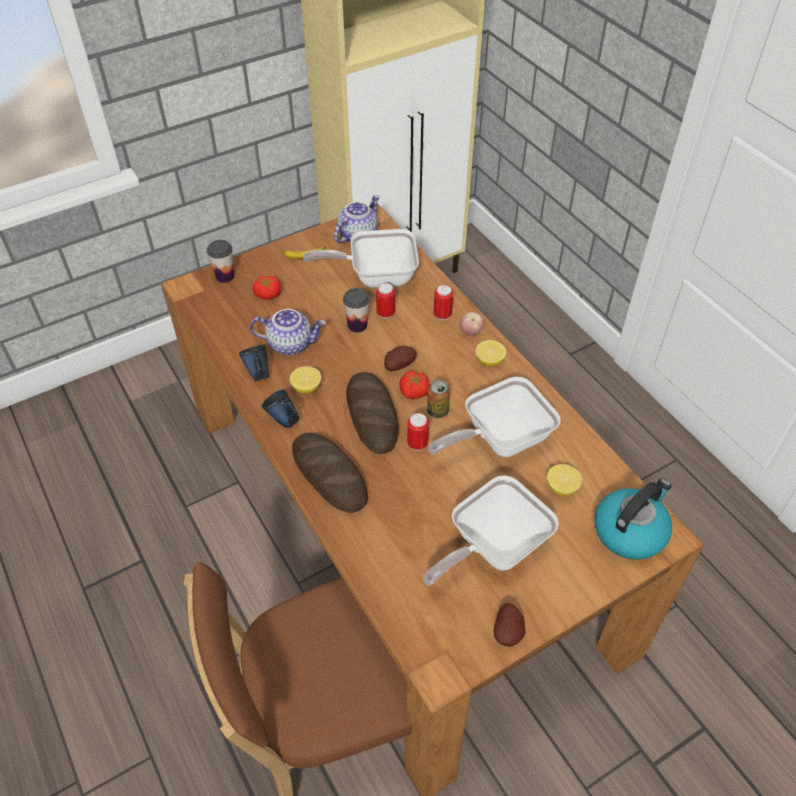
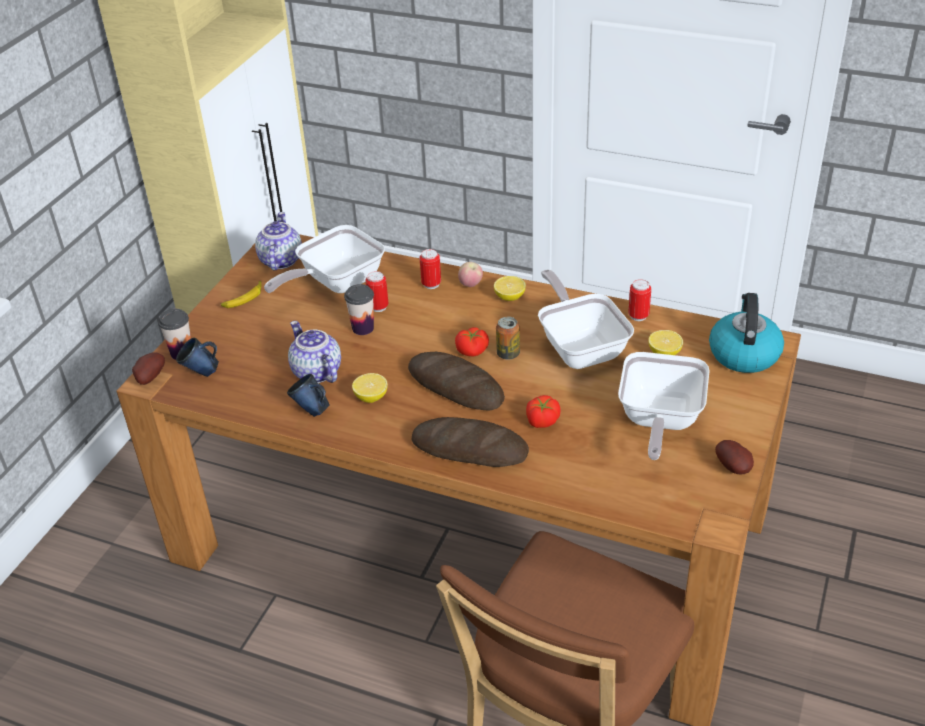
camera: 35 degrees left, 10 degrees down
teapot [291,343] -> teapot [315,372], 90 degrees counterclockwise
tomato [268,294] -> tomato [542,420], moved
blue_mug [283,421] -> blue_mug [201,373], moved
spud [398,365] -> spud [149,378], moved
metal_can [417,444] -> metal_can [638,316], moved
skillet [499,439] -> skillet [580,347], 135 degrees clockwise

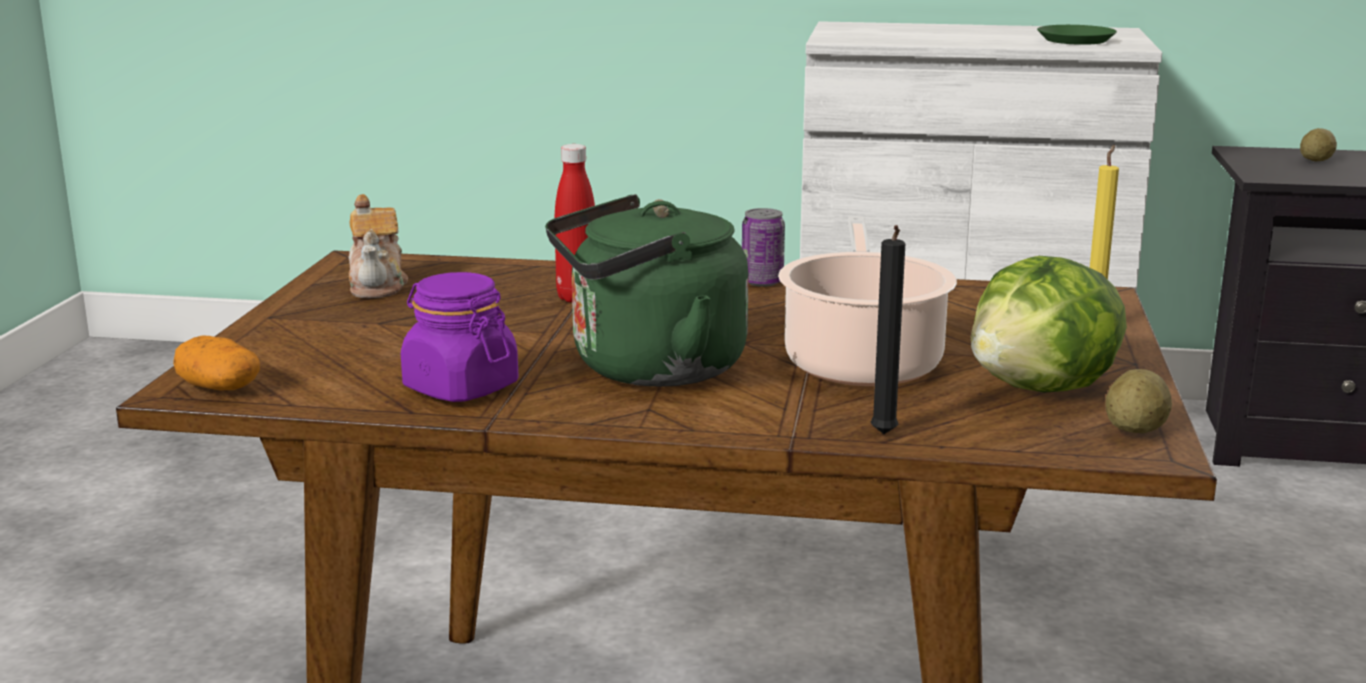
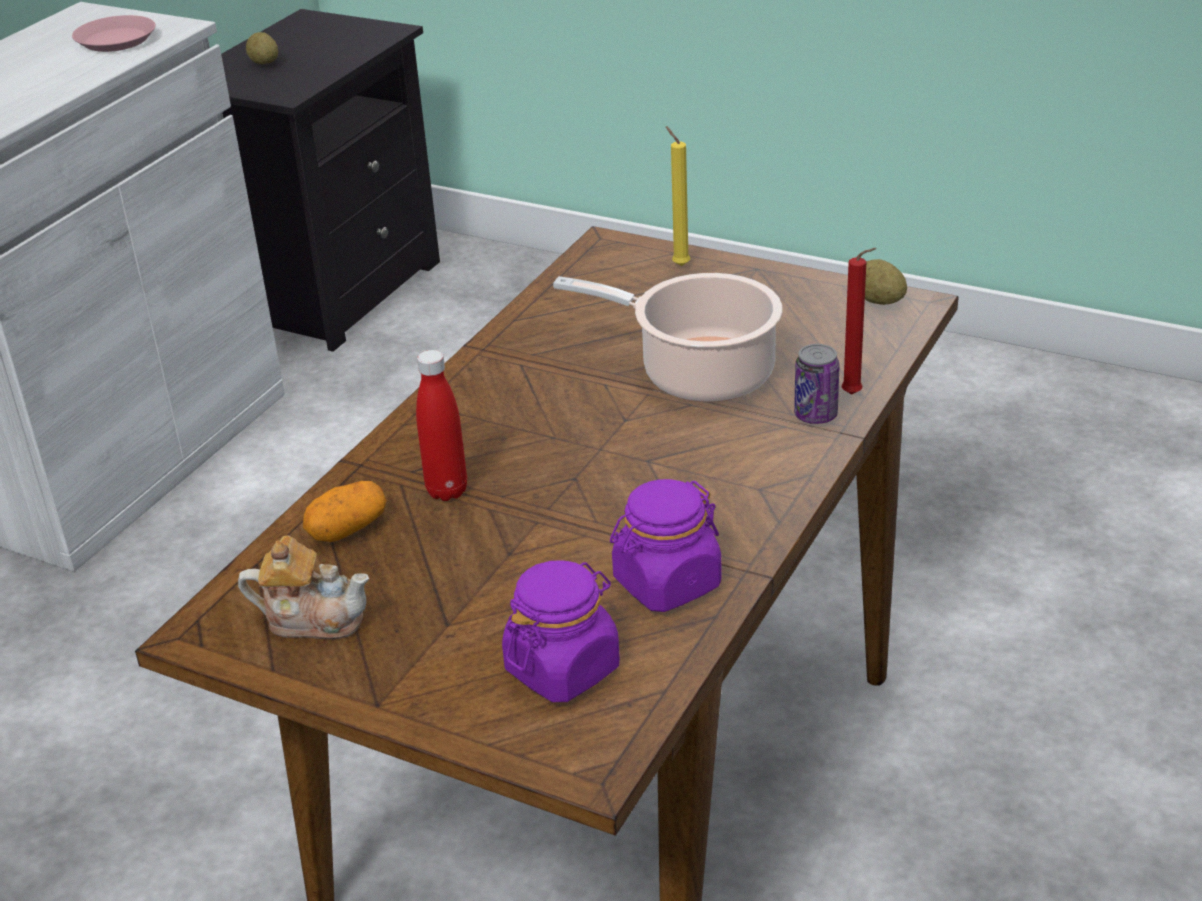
camera: 70 degrees left, 15 degrees up
spud [218,388] -> spud [347,529], moved
green_kettle [648,369] -> none
metal_can [762,282] -> metal_can [815,415], moved
blackish_candle [883,436] -> red-coloured_candle [855,395]
head_of_lettuce [1042,389] -> none
green_flat_dish [1075,40] -> pink-coloured_flat_dish [116,40]
none -> purple_storage_jar [563,668]

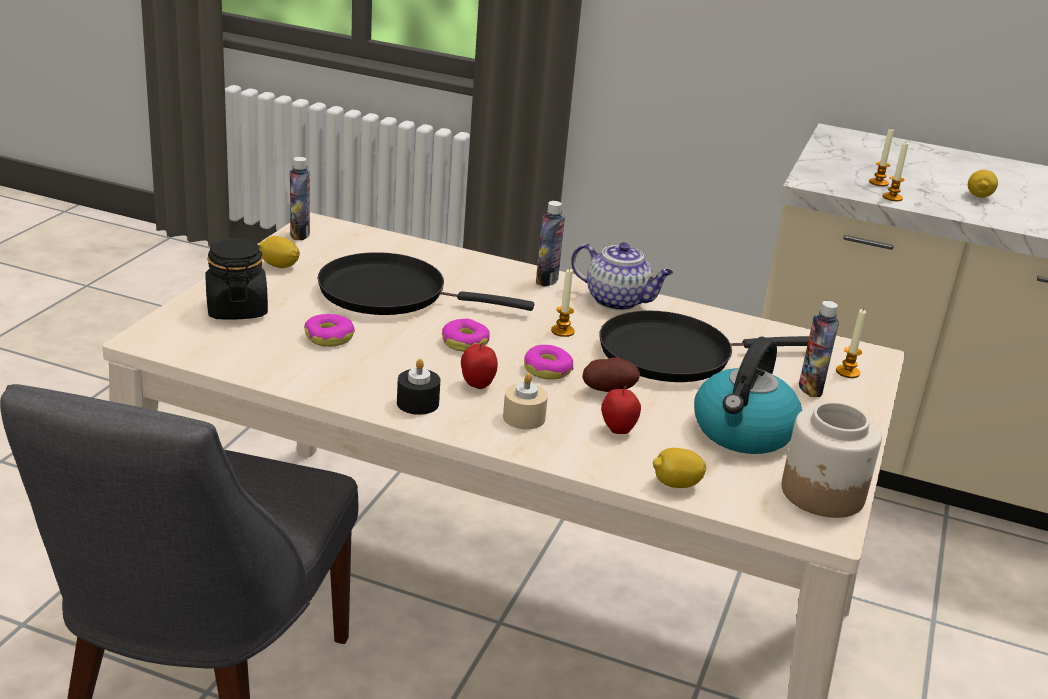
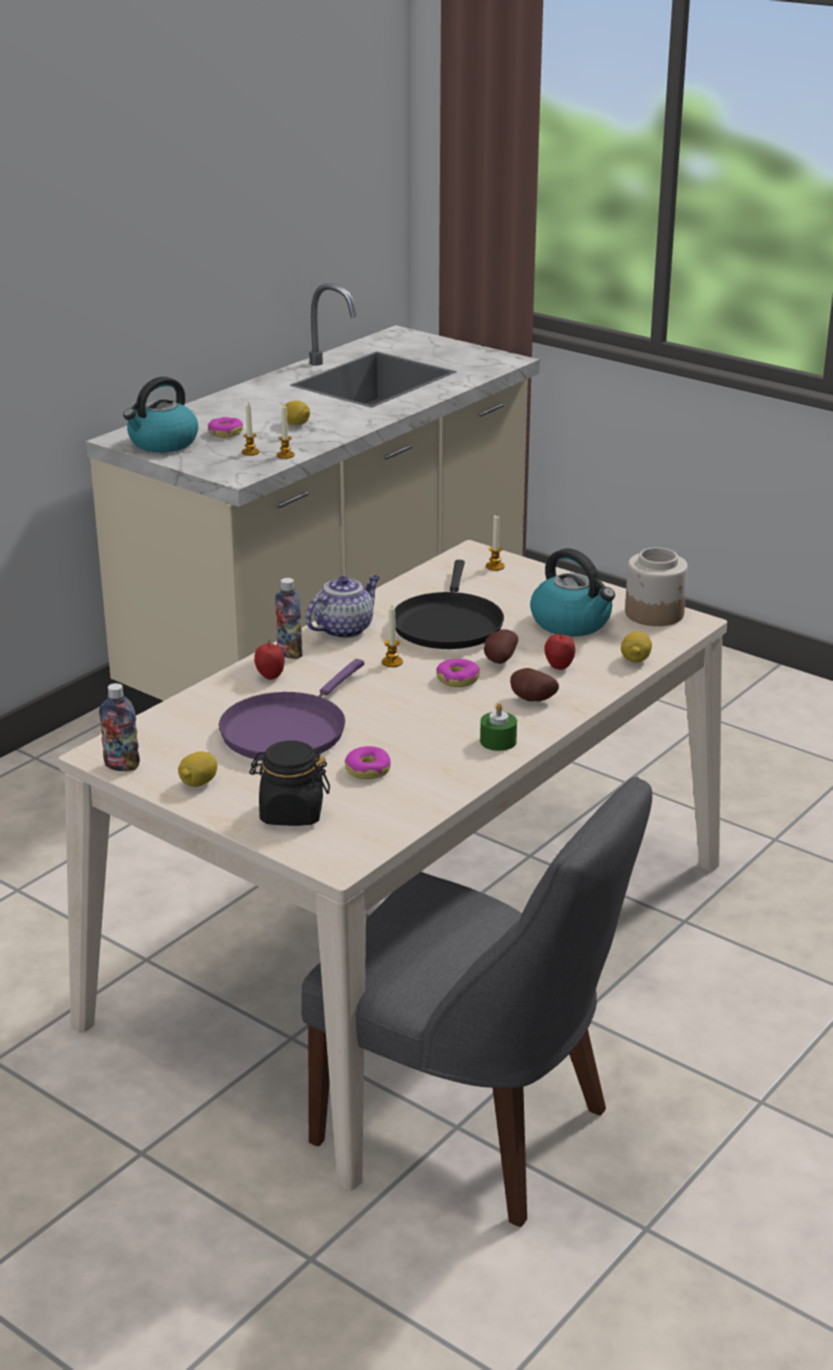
camera: 70 degrees left, 0 degrees up
blackish_skillet [391,293] -> purple_skillet [287,730]
blackish_candle [418,403] -> green_candle [498,741]
donut [465,342] -> donut [225,433], moved
apple [477,385] -> apple [270,677], moved
sand-coloured_candle [524,418] -> spud [532,700]
beverage_bottle [810,388] -> none
none -> kettle [162,443]

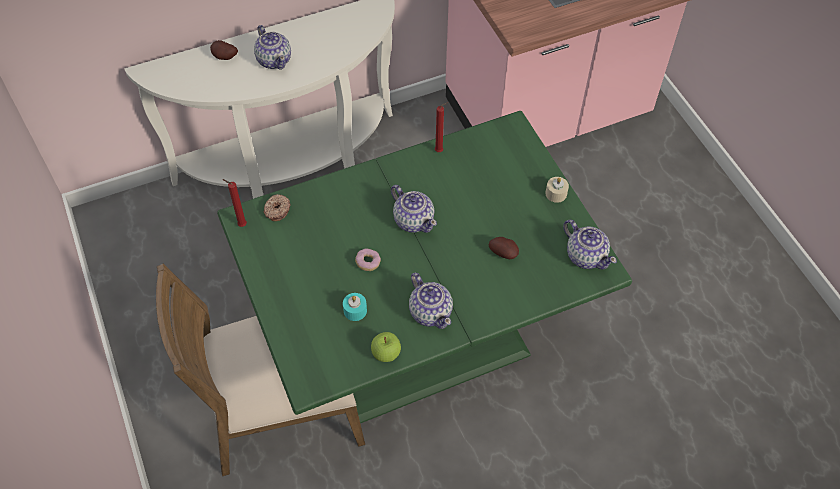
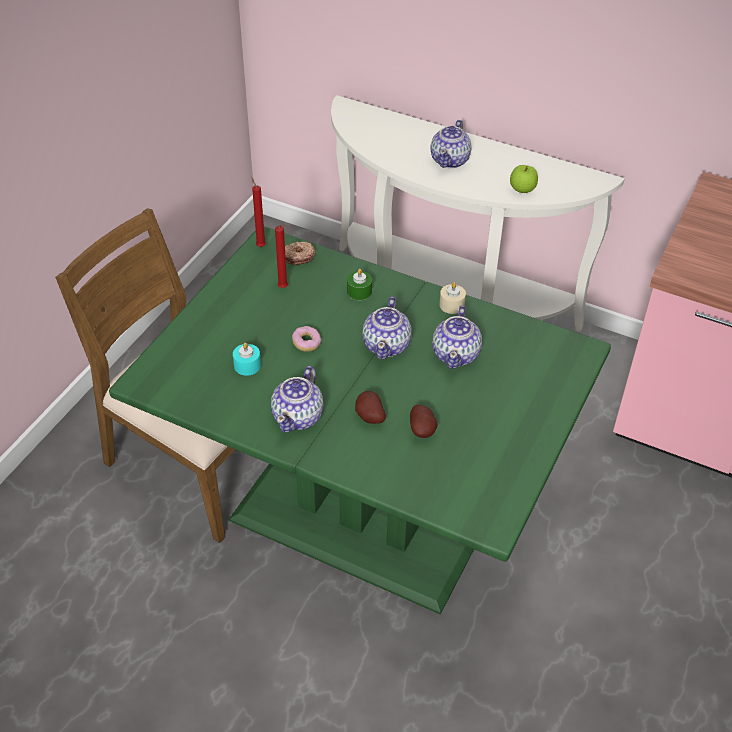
camera: 50 degrees right, 10 degrees down
spud [224,58] -> spud [368,417], moved
apple [386,354] -> apple [522,190], moved
red-coloured_candle [440,151] -> red-coloured_candle [284,288], moved
sand-coloured_candle [556,193] -> sand-coloured_candle [452,305], moved
teapot [586,255] -> teapot [456,354], moved
none -> green_candle [359,291]

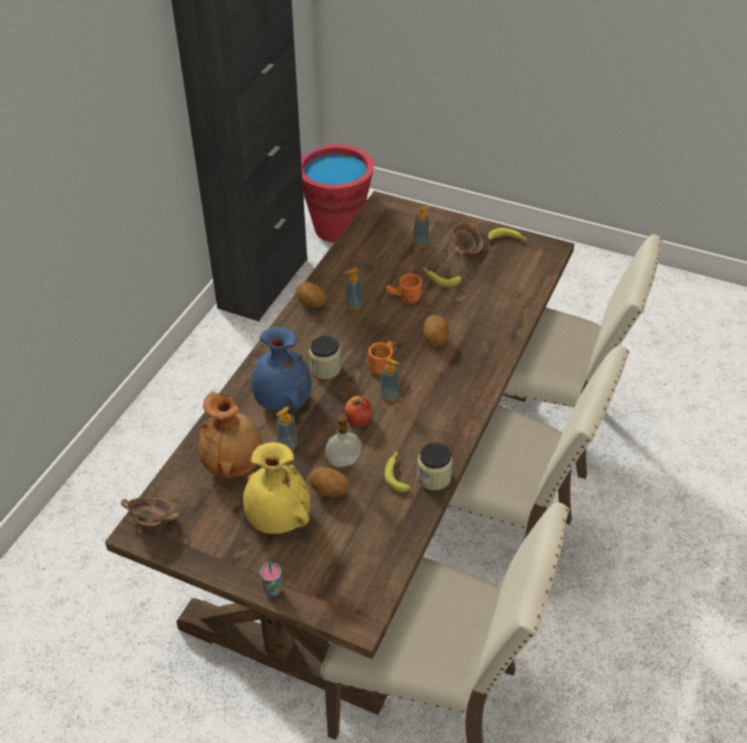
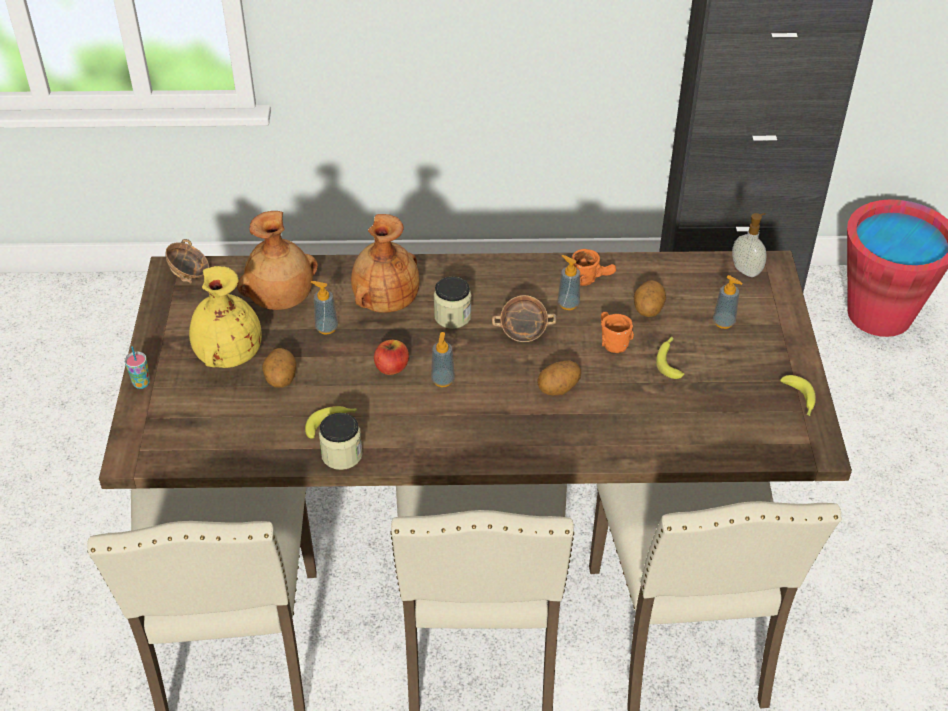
camera: 65 degrees right, 0 degrees up
blue_vase [282,400] -> brown-coloured_vase [385,301]
spud [311,304] -> spud [647,310], moved
liquid_soap_bottle [343,461] -> liquid_soap_bottle [746,270], moved
orange-coloured_mug [381,363] -> orange-coloured_mug [592,278], moved
serving_bowl [466,249] -> serving_bowl [523,333], moved

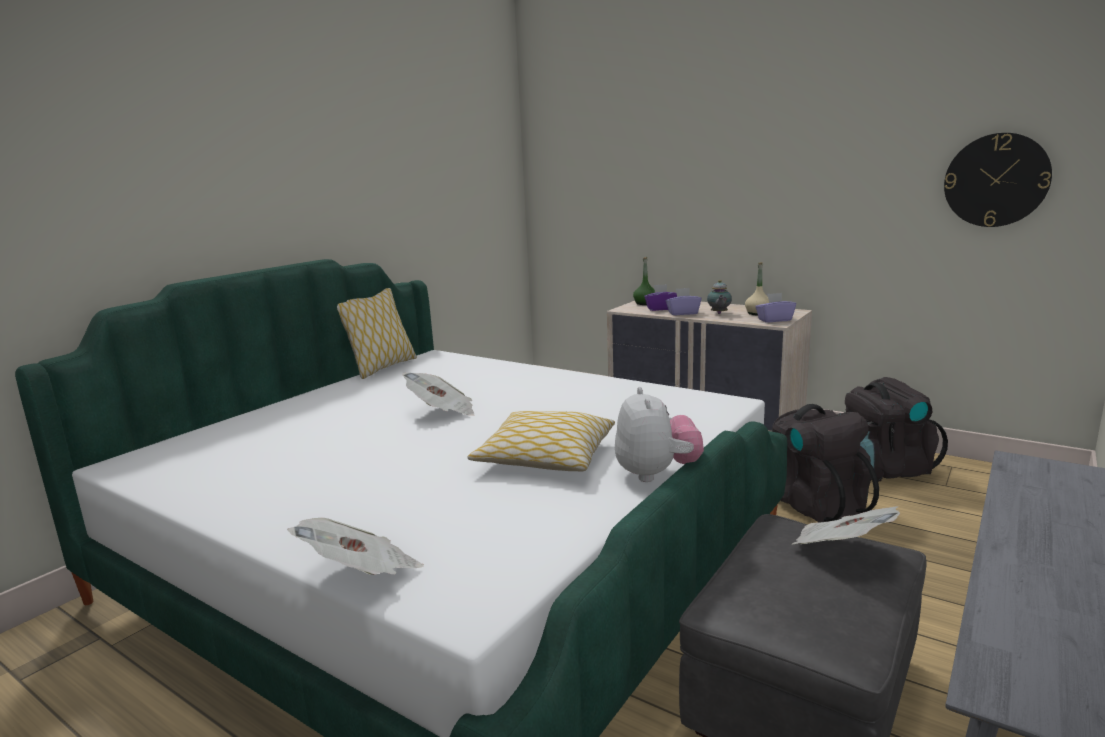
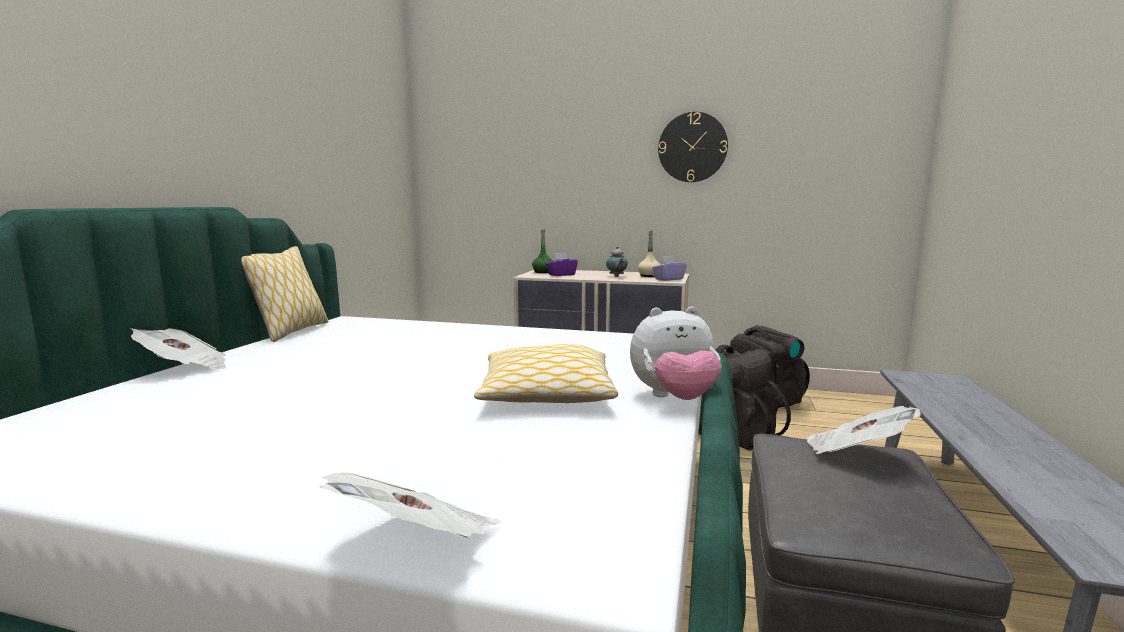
camera: 20 degrees left, 5 degrees down
printed_paper [442,412] -> printed_paper [185,368], moved
soft_toy [656,474] -> soft_toy [674,398], 105 degrees clockwise
purple_tissue_box [683,313] -> none
hanging_clock [996,180] -> hanging_clock [692,147], moved

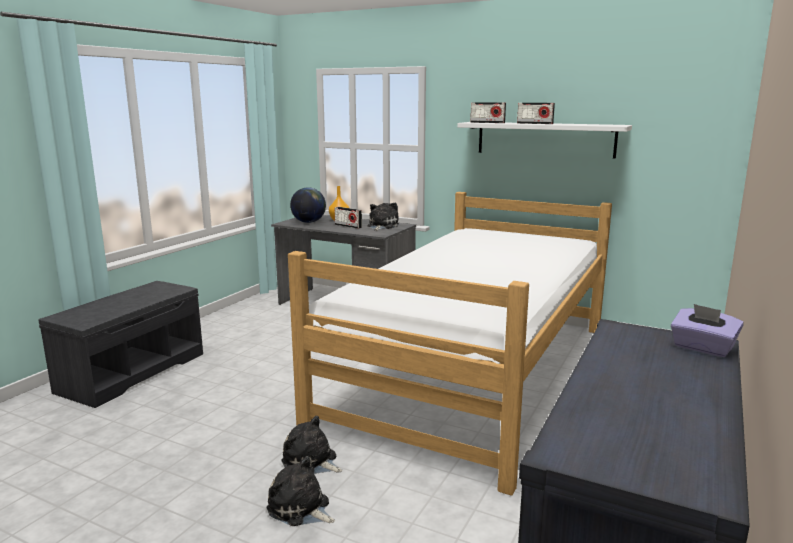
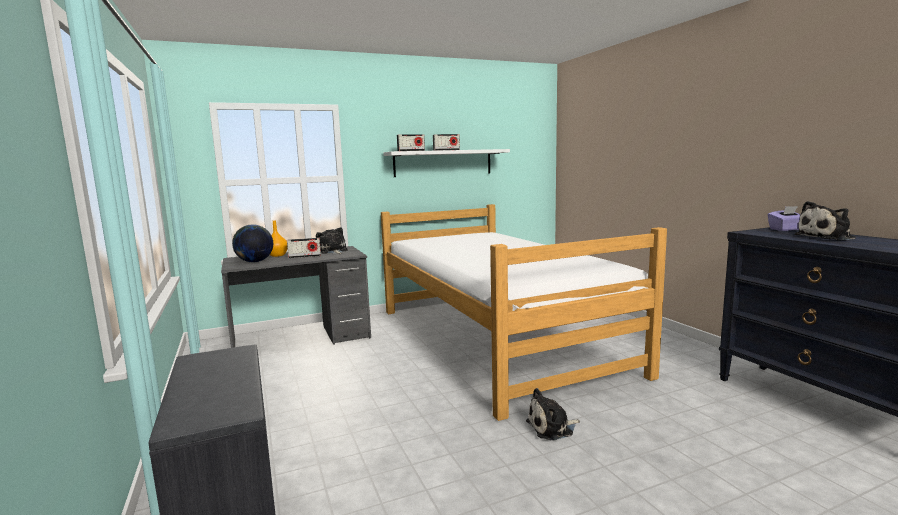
camera: 50 degrees left, 5 degrees down
soft_toy [300,509] -> soft_toy [827,237], moved

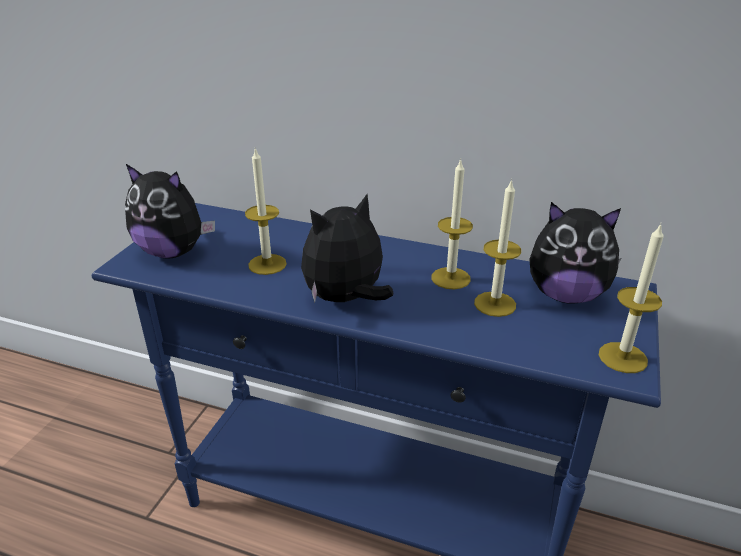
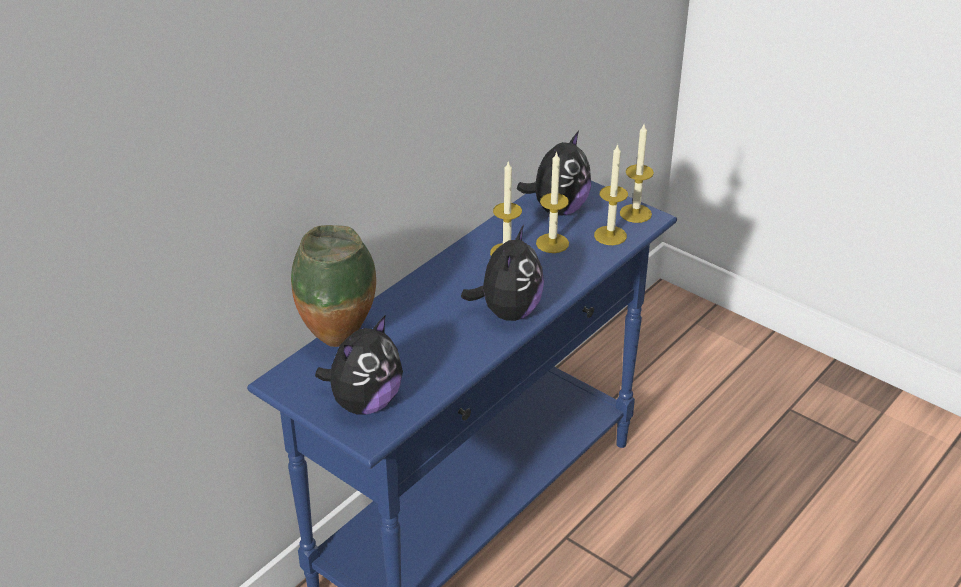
camera: 70 degrees left, 5 degrees up
candle [267,264] -> candle [610,235], moved
soft_toy [346,299] -> soft_toy [508,312], 150 degrees counterclockwise
none -> vase [340,342]

